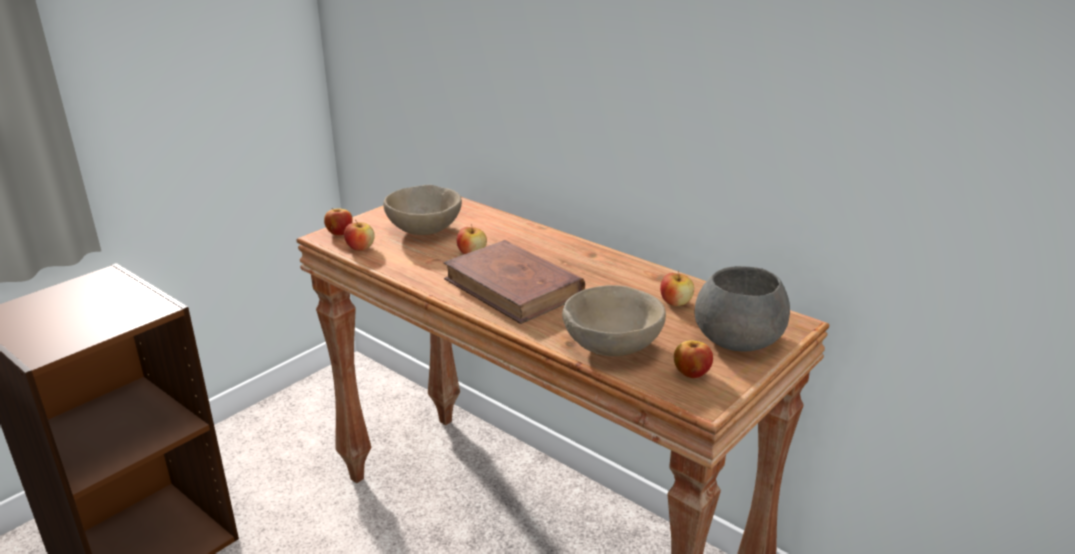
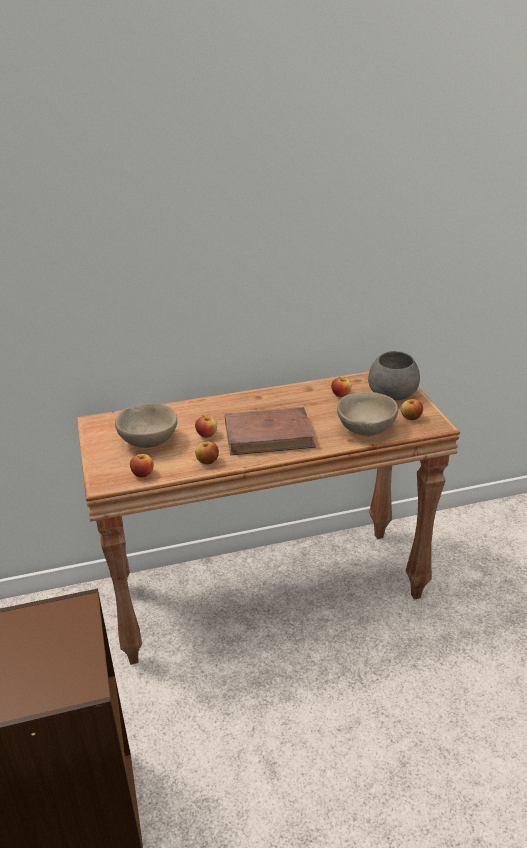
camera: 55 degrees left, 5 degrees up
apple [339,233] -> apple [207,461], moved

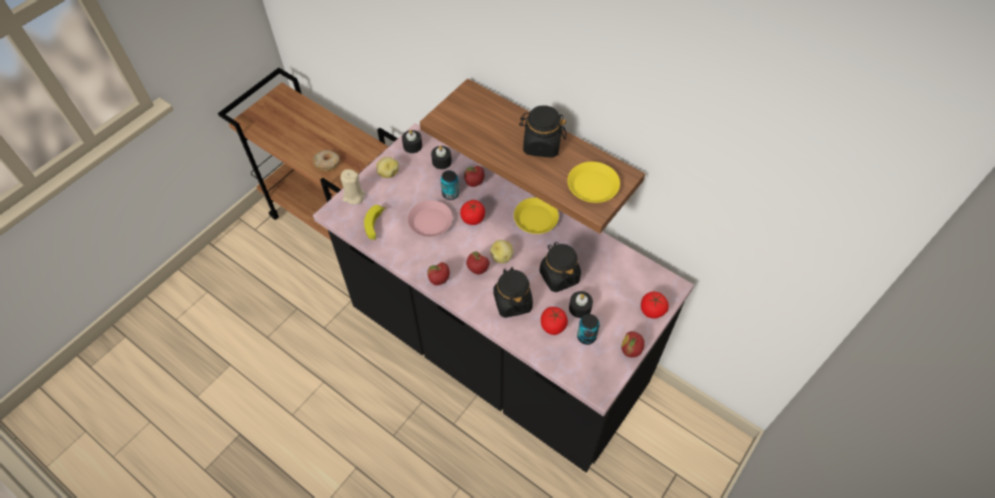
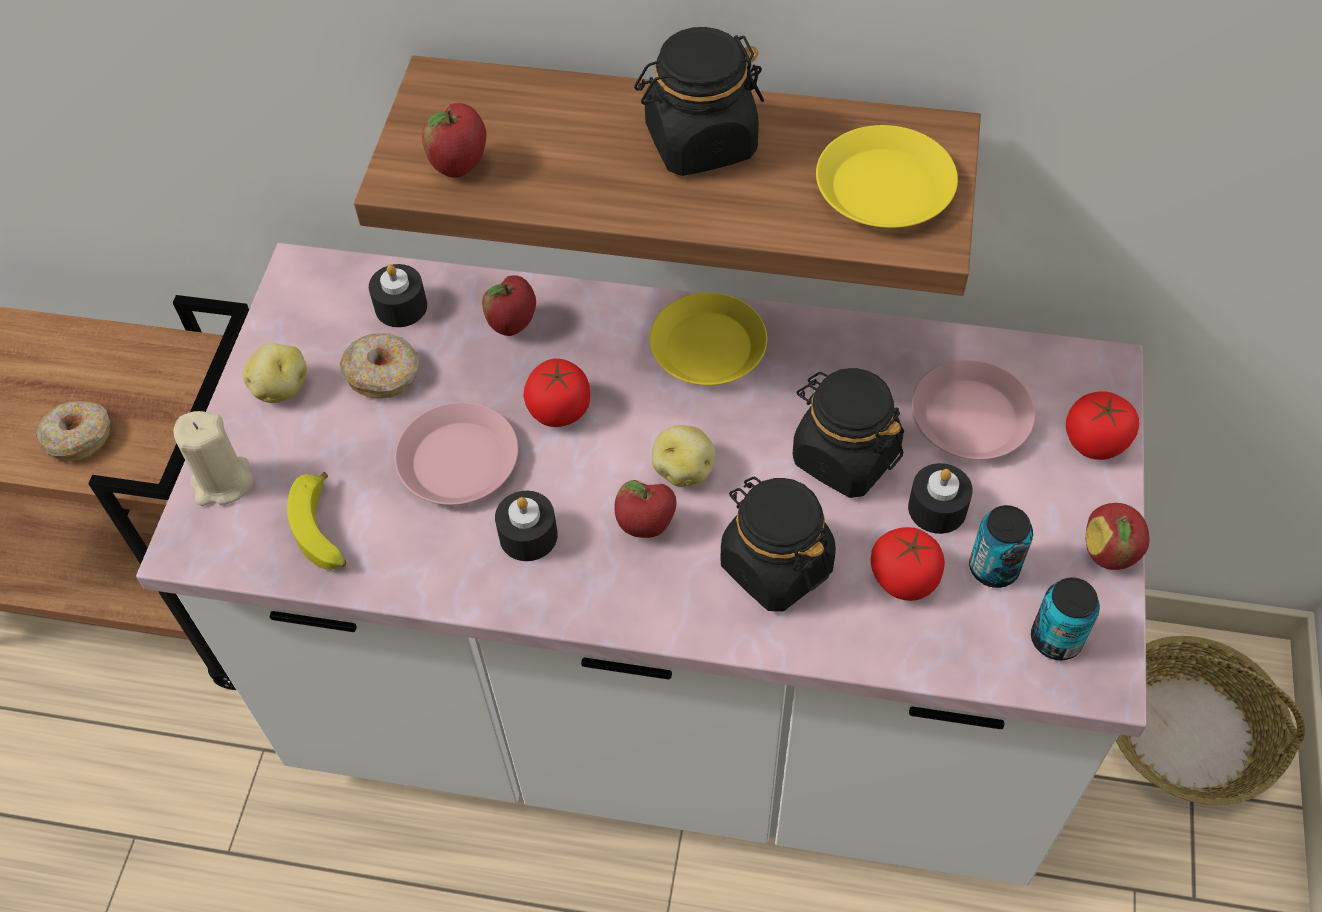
camera: 25 degrees left, 0 degrees up
blackish_kitchen_counter [497,351] -> white_kitchen_counter [671,709]
blackish_candle [412,146] -> blackish_candle [528,535], moved
apple [439,280] -> apple [460,167], moved
metal_can [450,194] -> metal_can [1056,639], moved
none -> donut [384,374]
none -> pink-coloured_flat_dish [971,417]
none -> household_basket [1190,732]

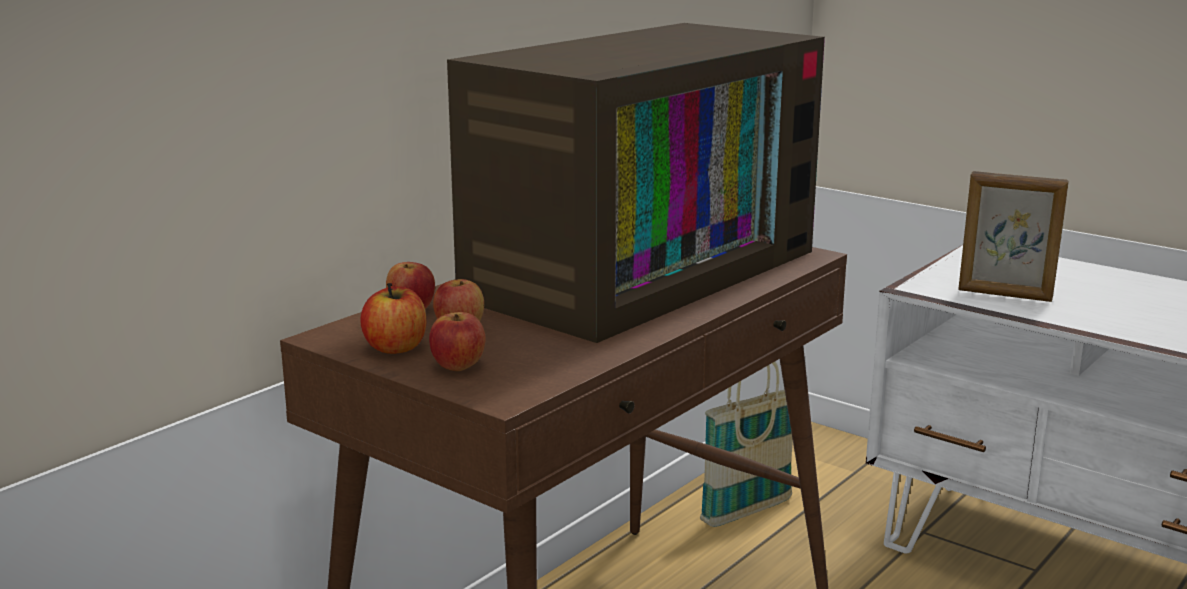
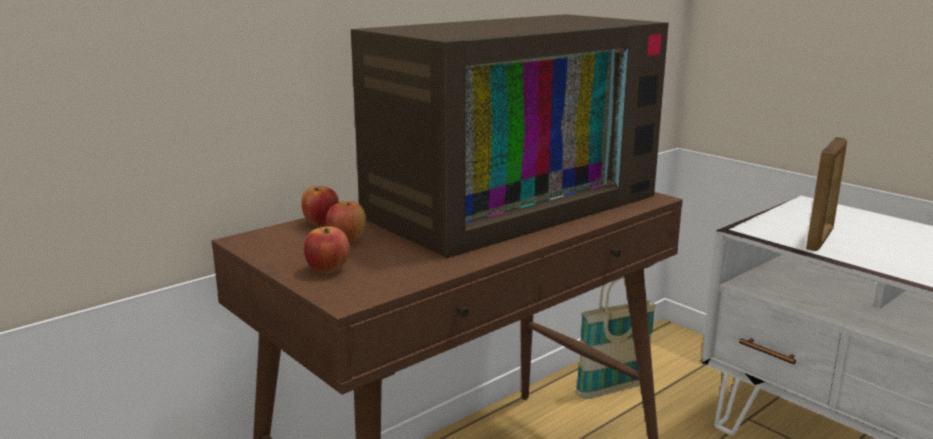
camera: 10 degrees right, 0 degrees up
apple [395,347] -> none
standing_frame [1005,295] -> standing_frame [820,239], 90 degrees counterclockwise

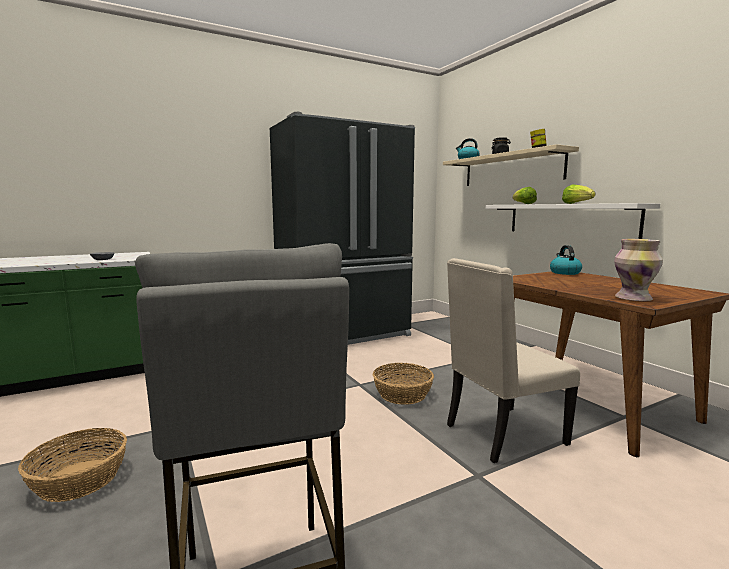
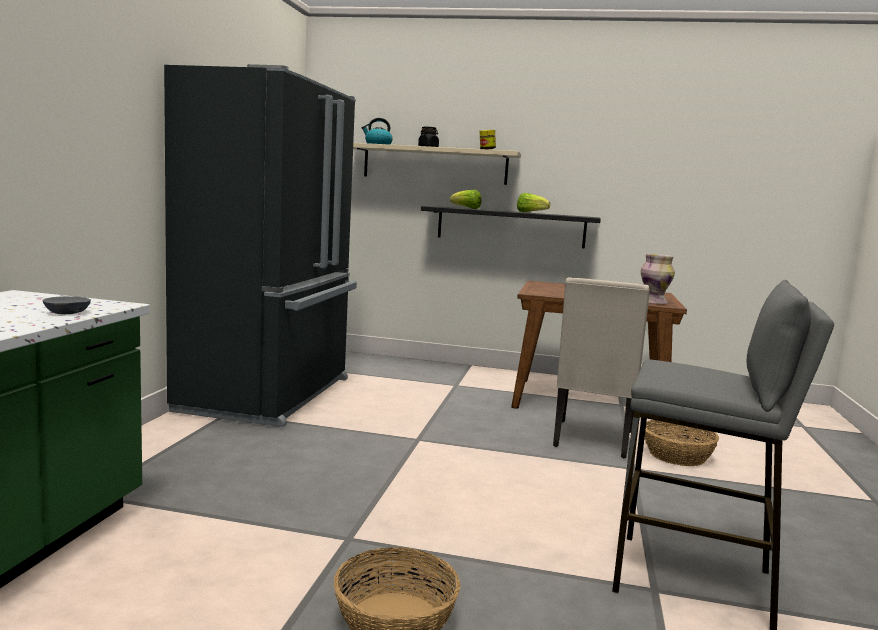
camera: 50 degrees left, 0 degrees up
household_basket [403,394] -> household_basket [677,455], moved
white_wall_shelf [569,219] -> blackish_wall_shelf [511,227]
kettle [564,272] -> none

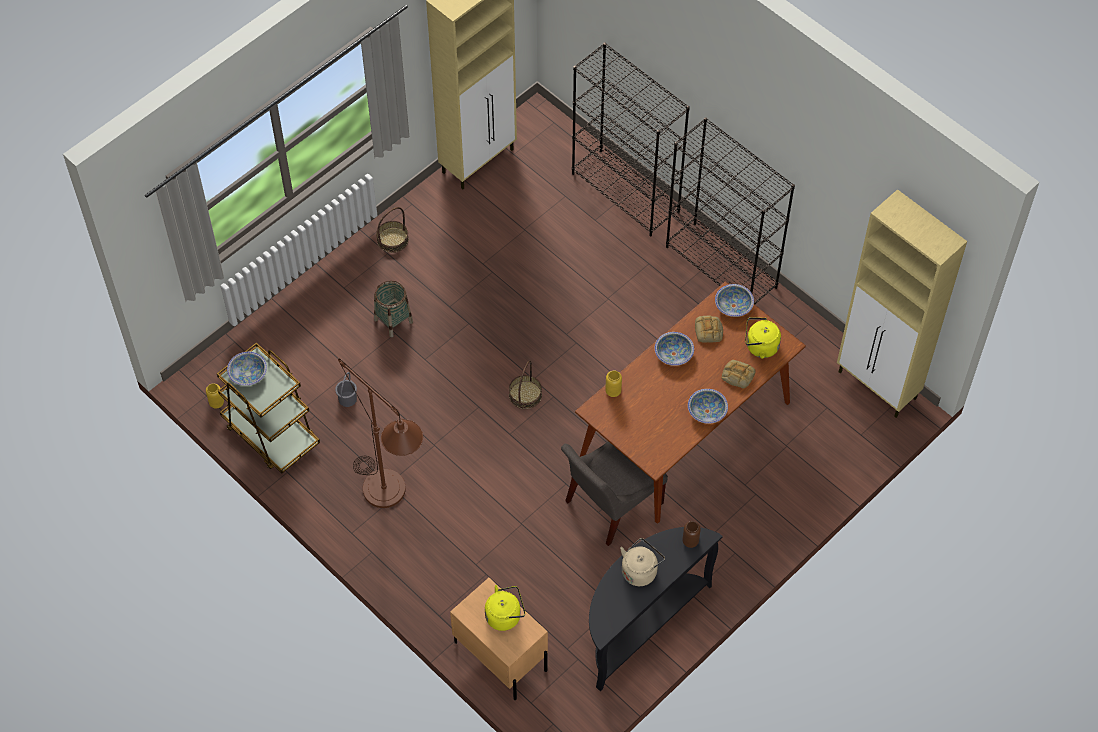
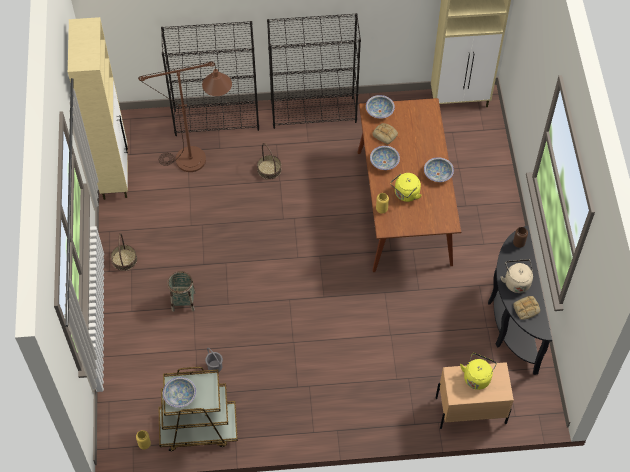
camera: 50 degrees left, 0 degrees up
brown-coloured_standard_lamp [391,498] -> brown-coloured_standard_lamp [200,160], moved
household_basket [525,395] -> household_basket [269,169], moved
grey_chair [610,504] -> none
bread [737,376] -> bread [526,309], moved
yellow_kettle [760,346] -> yellow_kettle [405,194], moved

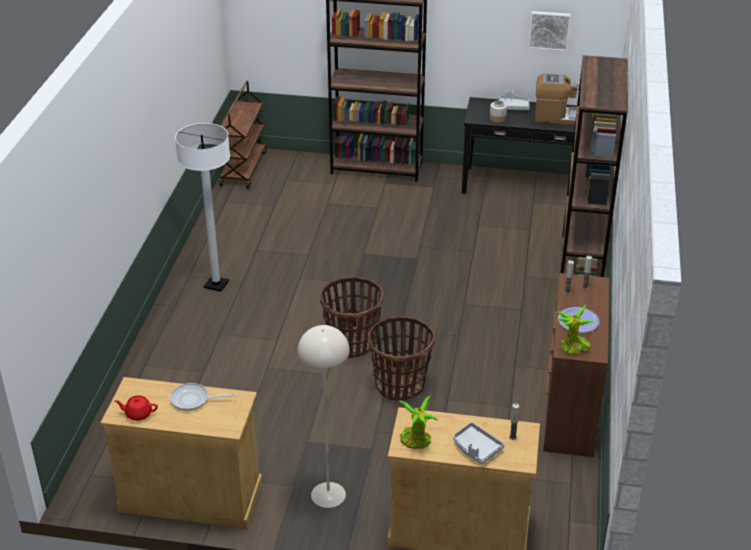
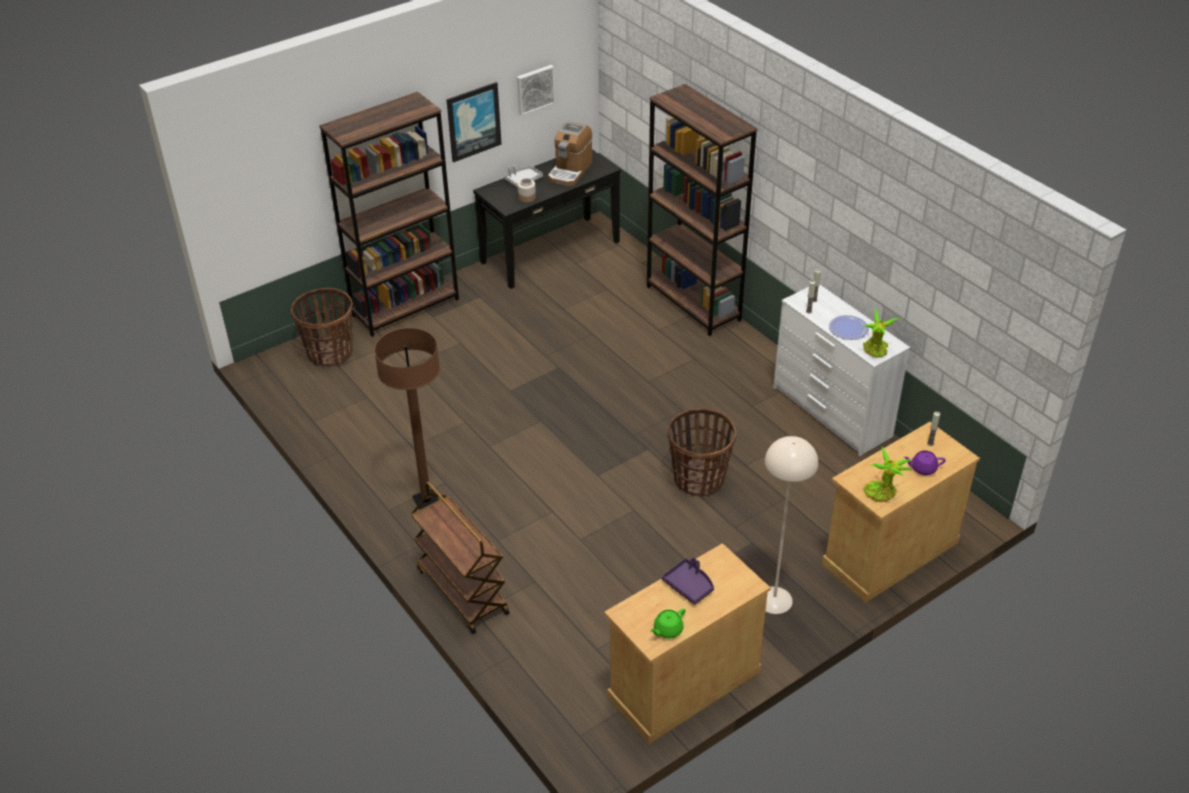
camera: 45 degrees left, 5 degrees up
red-coloured_teapot [138,414] -> green_teapot [667,630]
skillet [193,400] -> purple_serving_tray [689,585]
white_standard_lamp [216,284] -> brown-coloured_standard_lamp [426,501]
brown-coloured_trolley [243,168] -> brown-coloured_trolley [461,591], moved
household_basket [352,343] -> household_basket [330,353], moved
grey_serving_tray [476,448] -> purple_teapot [923,468]
coffee_maker [557,117] -> coffee_maker [570,171], 150 degrees clockwise
brown-coloured_dresser [569,409] -> white_dresser [830,413]
none -> picture [473,121]

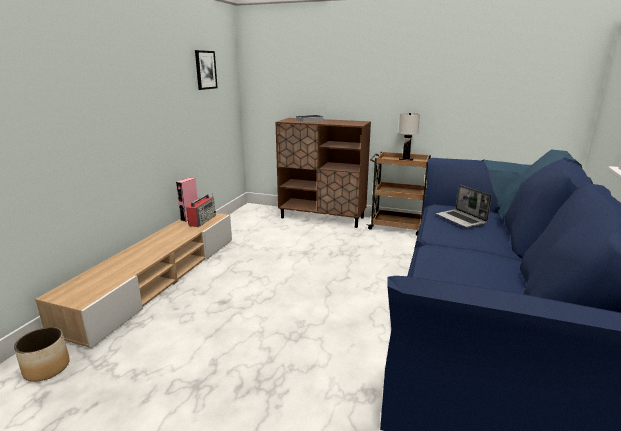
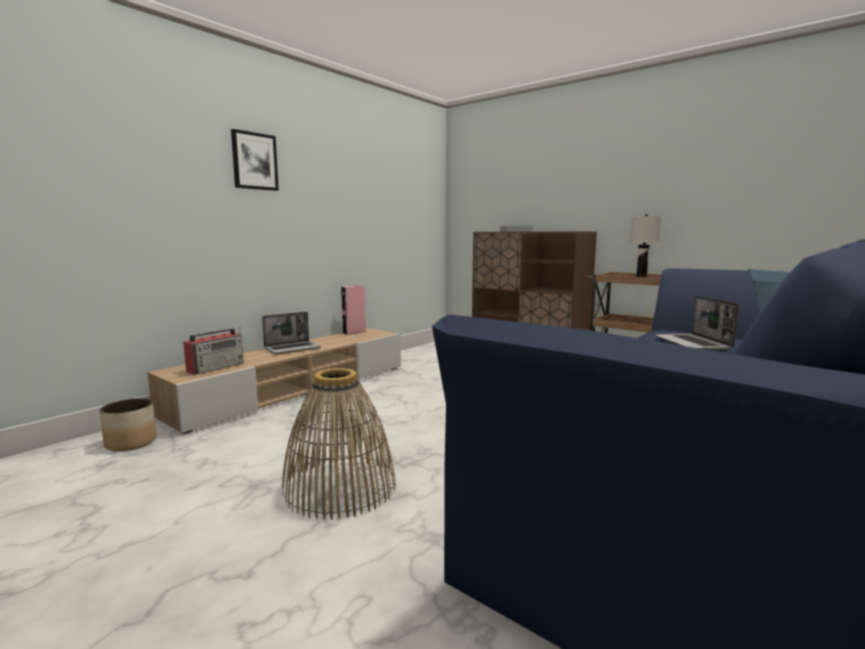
camera: 20 degrees right, 10 degrees down
radio [202,220] -> radio [217,367], moved
picture [205,70] -> picture [254,161], moved
none -> portable_computer [293,348]
none -> household_basket [339,487]

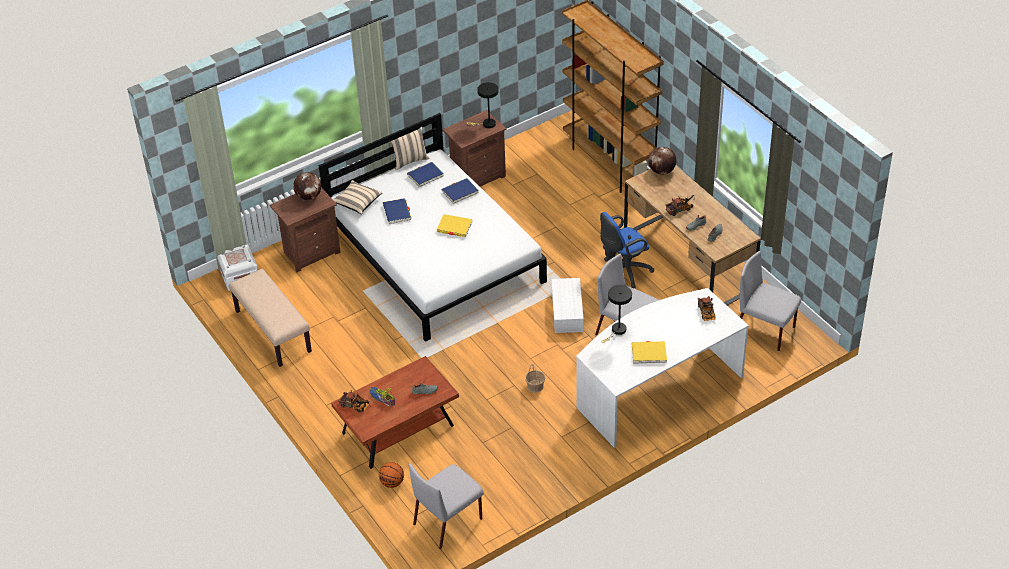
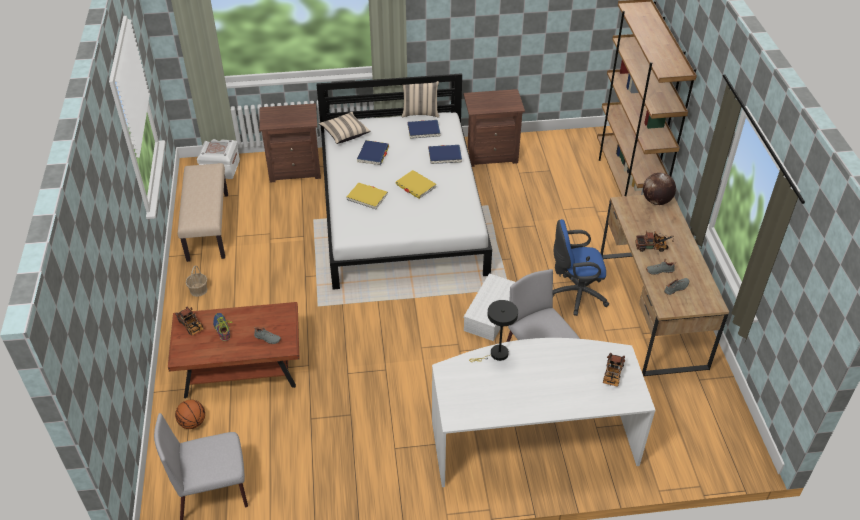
camera: 25 degrees right, 0 degrees up
world_globe [309,196] -> none
blackish_lamp_for_a_table [486,124] -> none
household_basket [535,386] -> household_basket [198,290], moved
yellow_bound_book [649,353] -> yellow_bound_book [367,197], moved
grey_chair [765,330] -> none

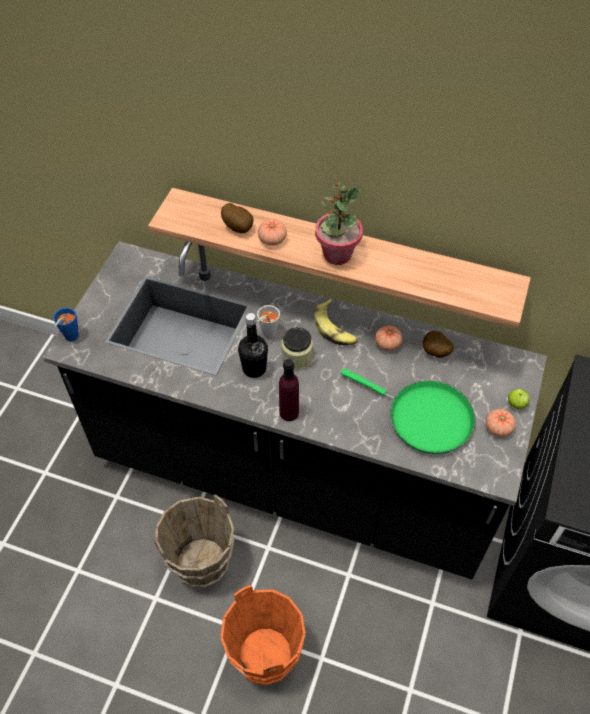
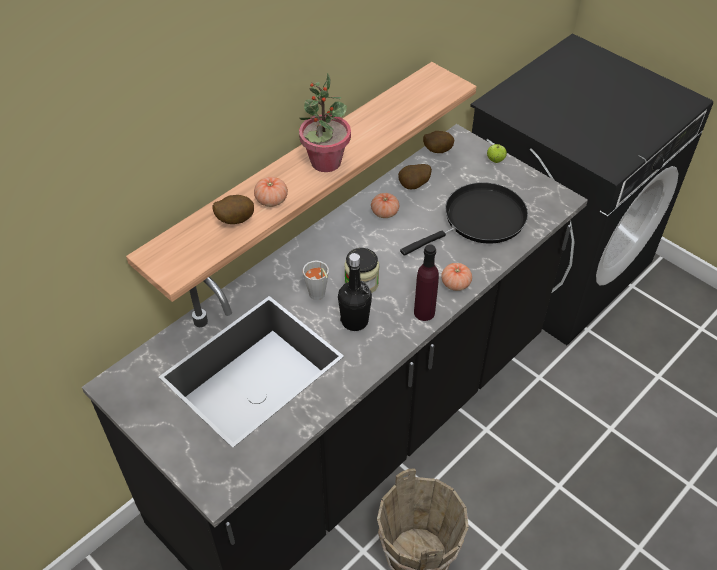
camera: 65 degrees left, 5 degrees down
blue_small_cup [69,338] -> none
orange-coloured_water_bucket [266,655] -> none
banana_fruit [335,328] -> none
green_skillet [424,417] -> blackish_skillet [479,220]
tomato [498,428] -> tomato [455,284], moved
none -> spud [437,150]

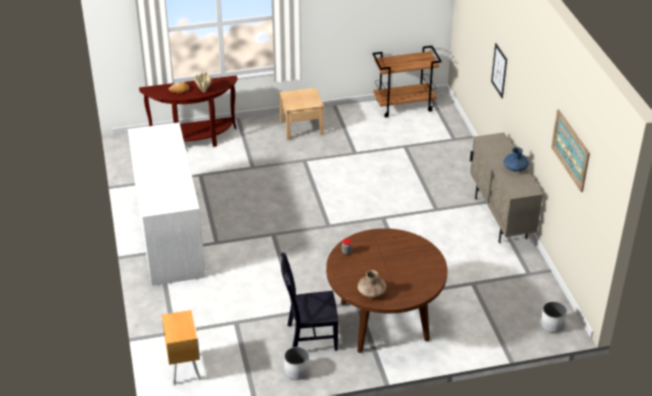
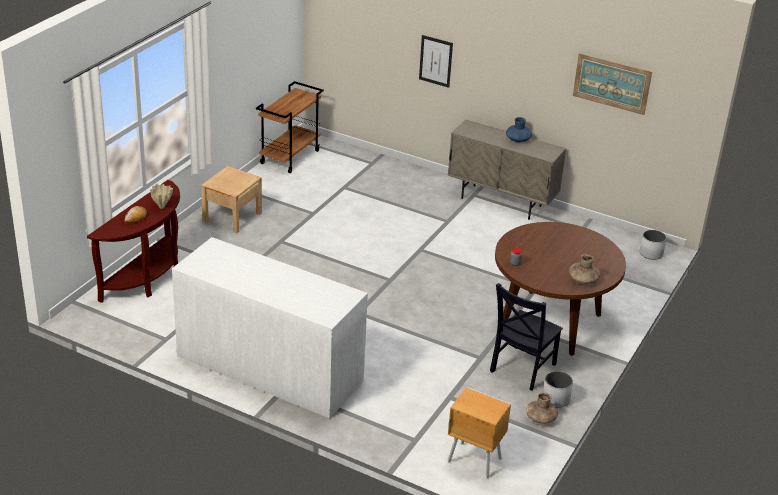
camera: 50 degrees left, 5 degrees down
none -> brown-coloured_vase [540,418]

